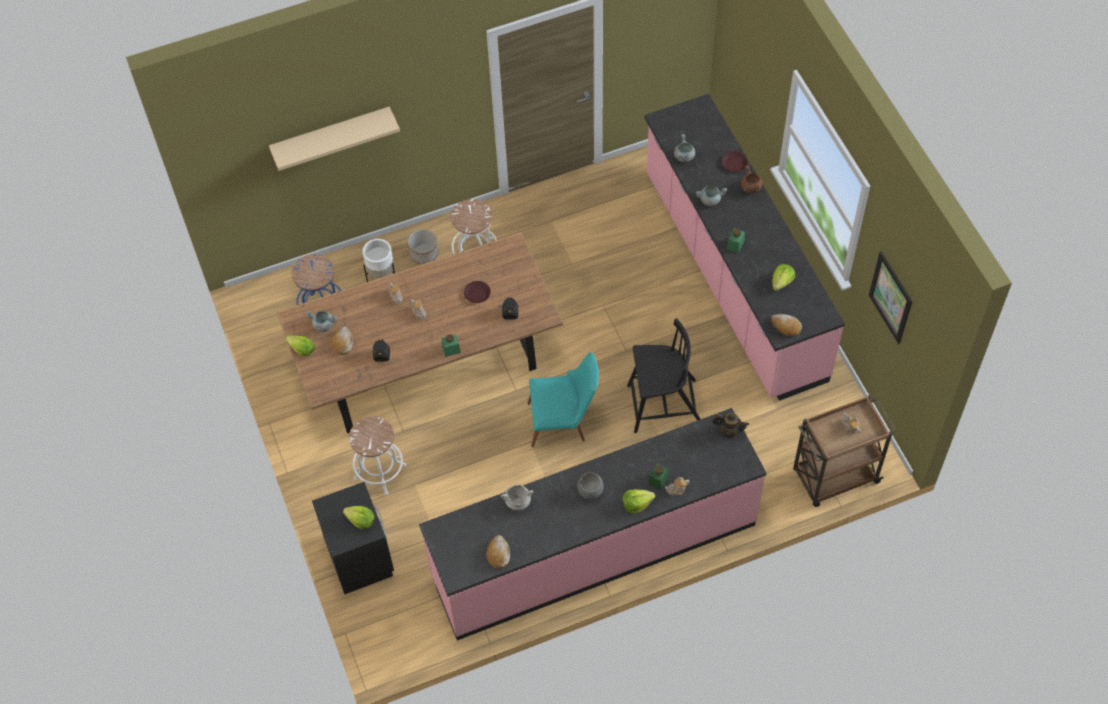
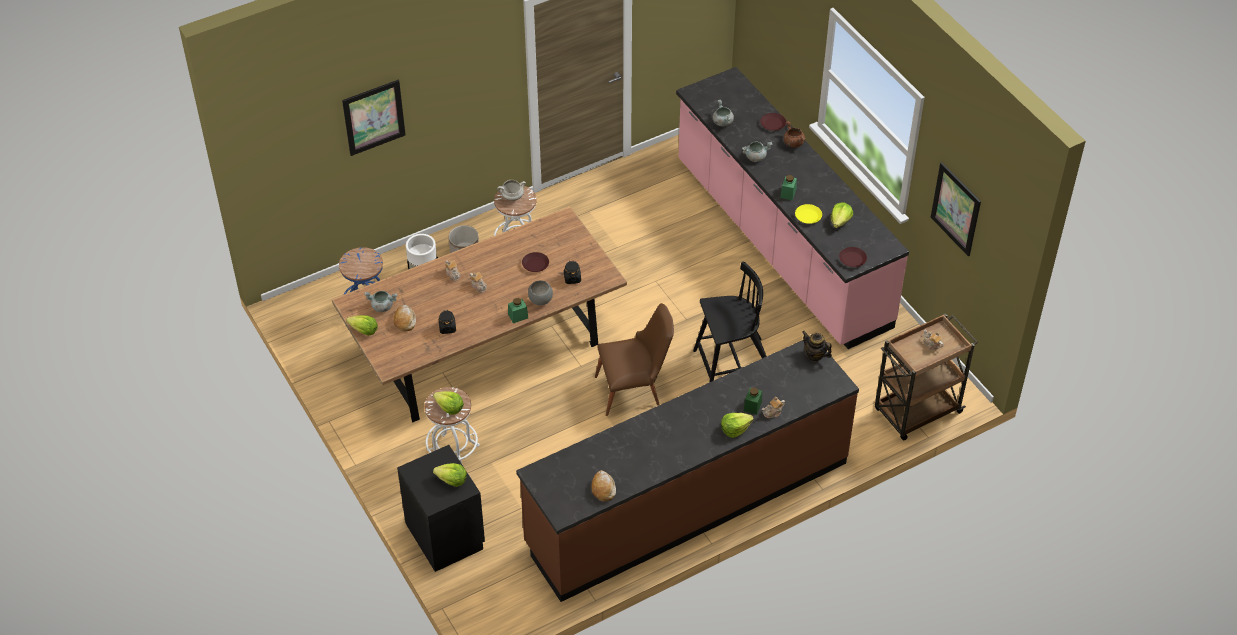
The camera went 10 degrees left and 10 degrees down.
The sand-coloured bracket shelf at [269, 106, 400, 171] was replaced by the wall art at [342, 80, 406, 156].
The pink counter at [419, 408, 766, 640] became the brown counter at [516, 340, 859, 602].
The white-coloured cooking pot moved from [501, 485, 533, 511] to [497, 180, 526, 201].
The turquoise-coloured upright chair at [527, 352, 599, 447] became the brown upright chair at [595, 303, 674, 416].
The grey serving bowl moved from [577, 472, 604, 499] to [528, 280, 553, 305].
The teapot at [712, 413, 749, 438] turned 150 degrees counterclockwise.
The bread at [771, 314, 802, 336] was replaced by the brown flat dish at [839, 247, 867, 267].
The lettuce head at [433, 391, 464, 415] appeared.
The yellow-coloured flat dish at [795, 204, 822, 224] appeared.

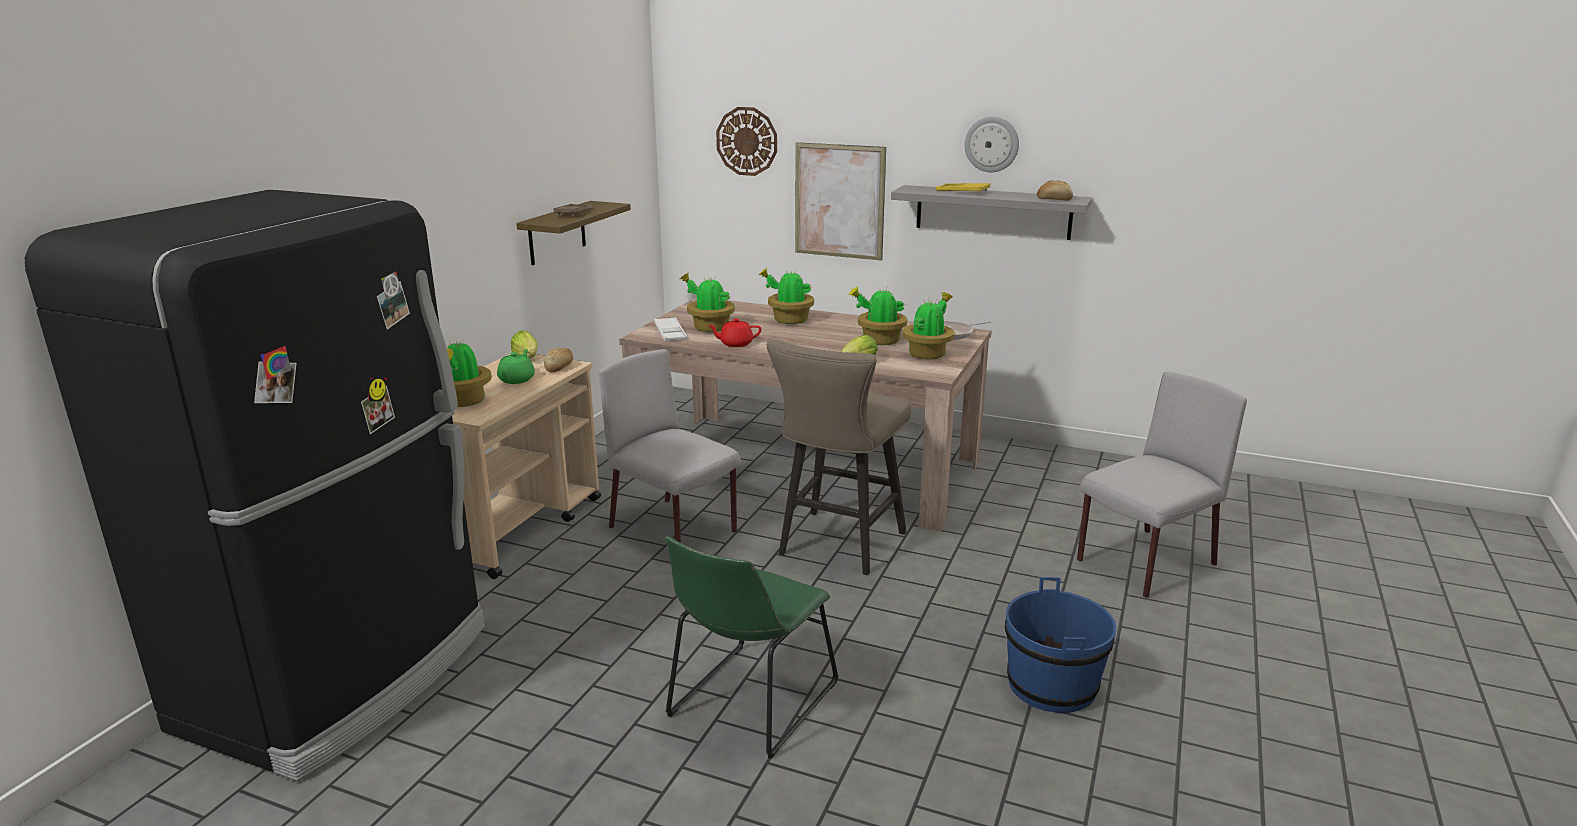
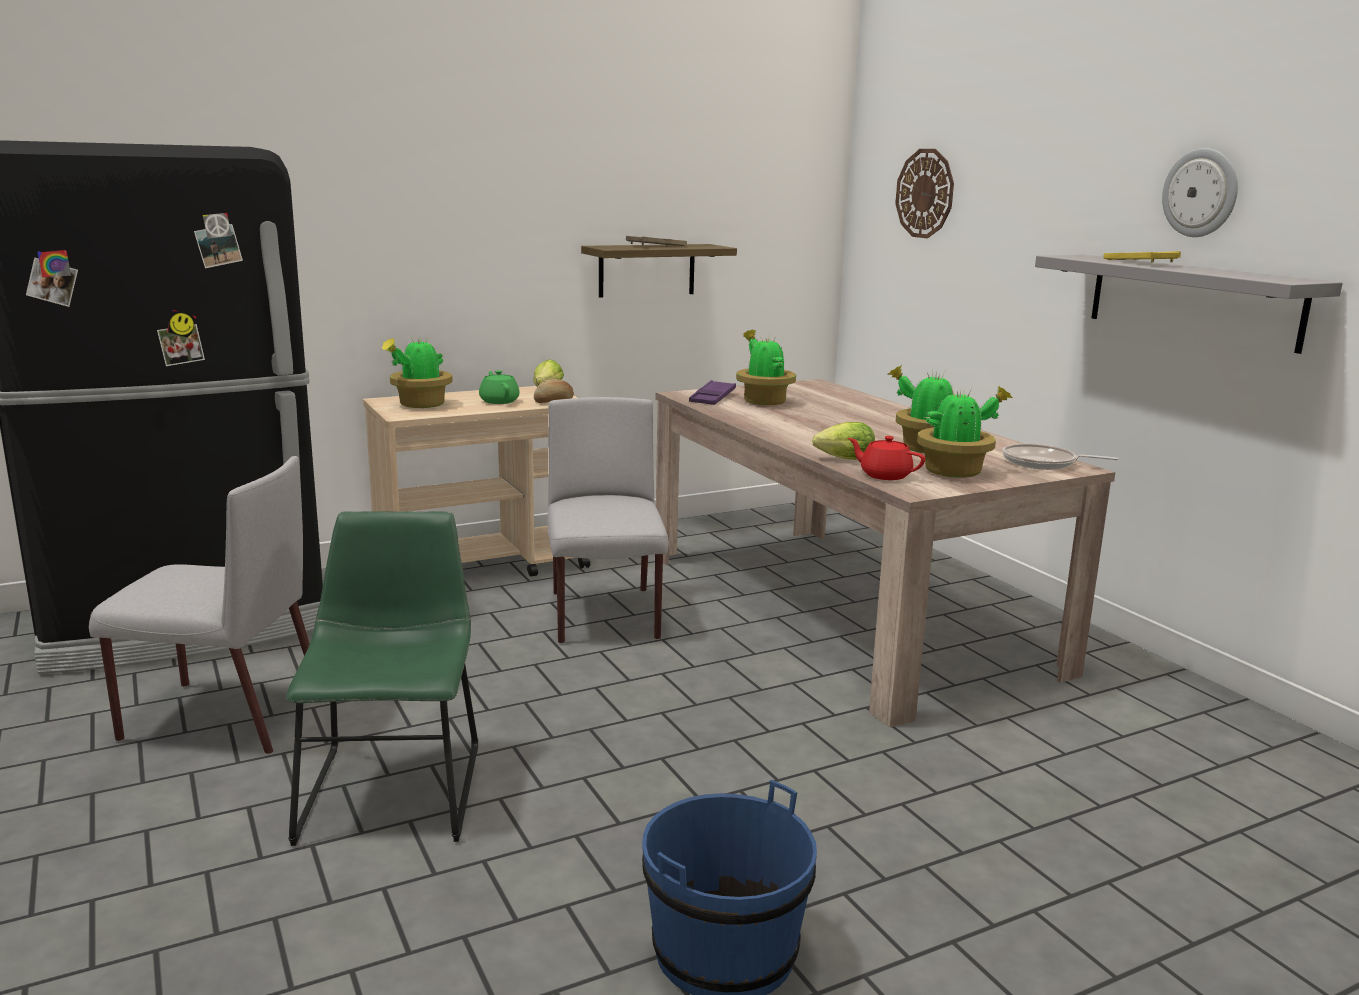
The camera went 40 degrees right and 5 degrees down.
The green-coloured teapot at [497, 349, 535, 384] turned 75 degrees counterclockwise.
The white-coloured carrying tray at [654, 317, 687, 341] became the purple-coloured carrying tray at [689, 380, 736, 405].
The green-coloured upright chair at [665, 536, 839, 759] turned 105 degrees clockwise.
The red-coloured teapot moved from [708, 318, 761, 347] to [848, 436, 925, 480].
The potted plant at [759, 268, 814, 324] disappeared.
The sand-coloured stool at [767, 340, 911, 575] disappeared.
The wall art at [795, 142, 886, 261] disappeared.
The bread at [1037, 181, 1073, 201] disappeared.
The grey upright chair moved from [1077, 371, 1247, 598] to [89, 456, 310, 754].

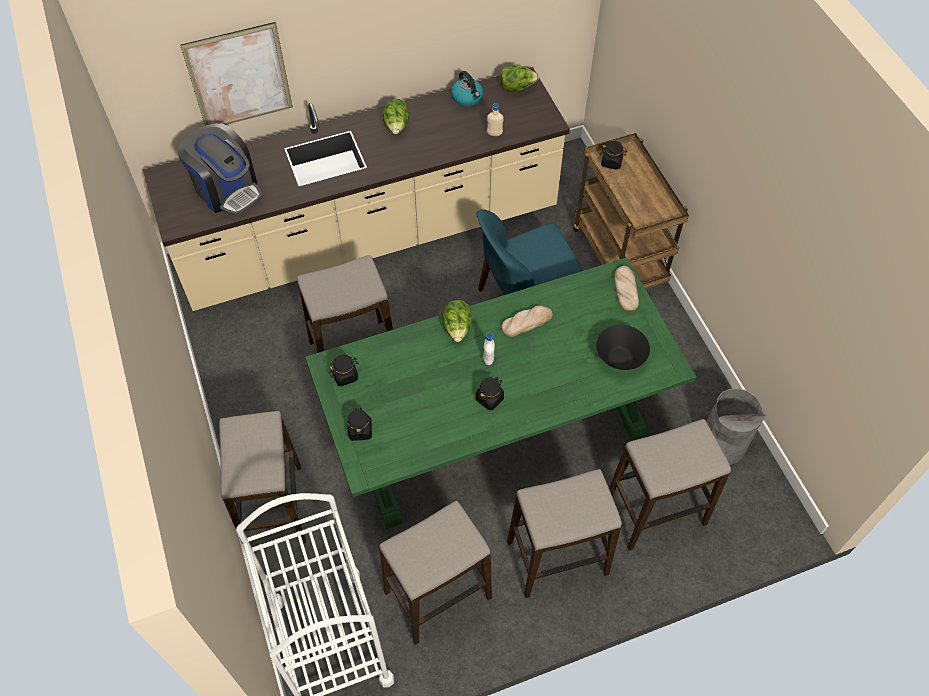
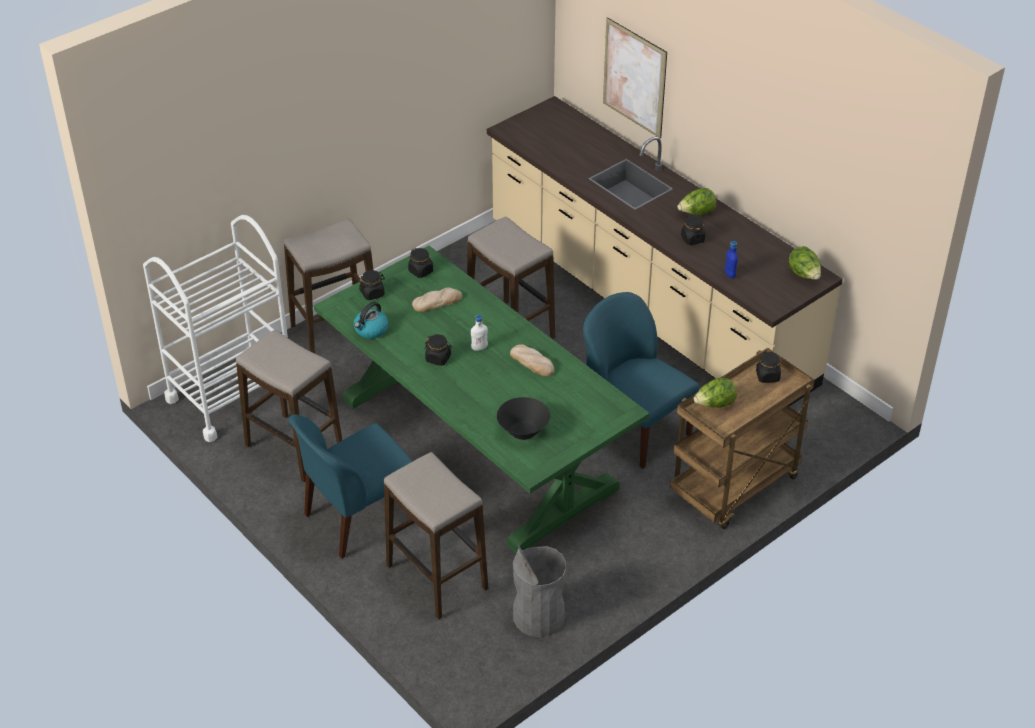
The camera went 70 degrees right and 15 degrees down.
The coffee brewer at [178, 123, 262, 216] disappeared.
The lettuce head moved from [443, 300, 472, 342] to [693, 378, 737, 408].
The tea kettle moved from [451, 71, 483, 106] to [354, 301, 388, 339].
The sand-coloured bottle at [487, 103, 504, 136] became the bluish bottle at [725, 241, 738, 278].
The stool at [507, 469, 622, 598] was replaced by the bluish upright chair at [288, 414, 413, 559].
The bread moved from [615, 266, 639, 311] to [412, 287, 462, 312].
The black-coloured storage jar at [681, 215, 706, 245] appeared.

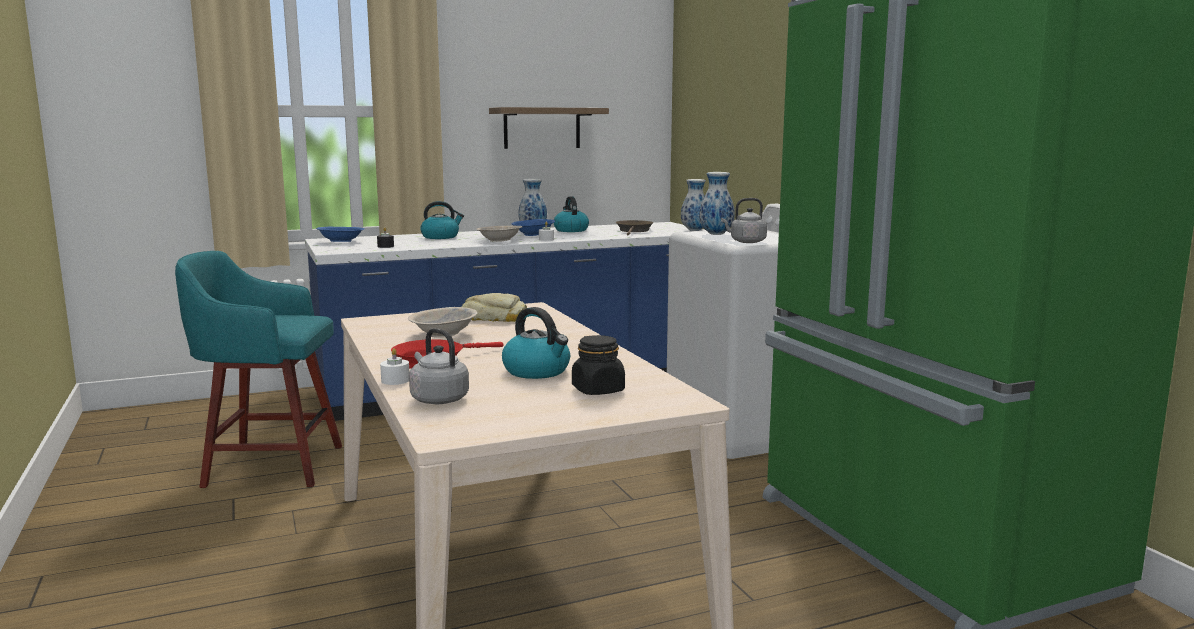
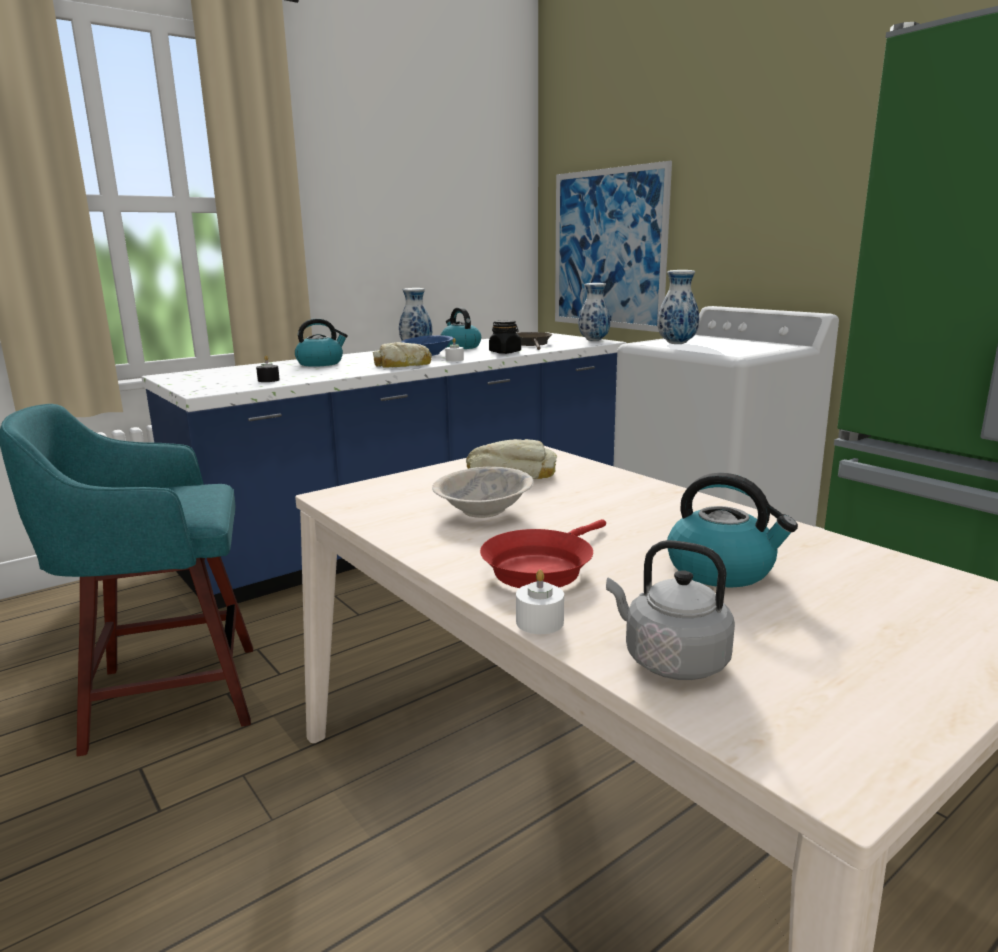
The camera went 15 degrees left and 5 degrees up.
The bluish serving bowl at [316, 227, 364, 242] disappeared.
The sand-coloured serving bowl at [476, 226, 523, 242] was replaced by the bread at [373, 342, 432, 368].
The bracket shelf at [489, 107, 609, 149] disappeared.
The black-coloured storage jar moved from [572, 335, 625, 395] to [489, 320, 521, 354].
The grey tea kettle at [721, 198, 767, 243] disappeared.
The wall art at [555, 161, 672, 332] appeared.

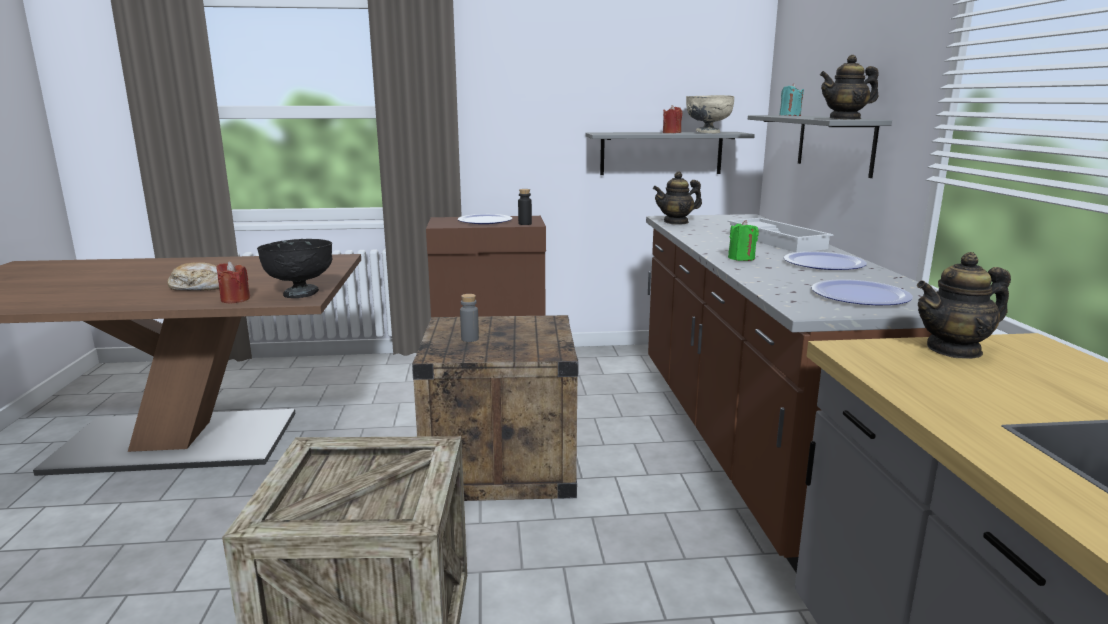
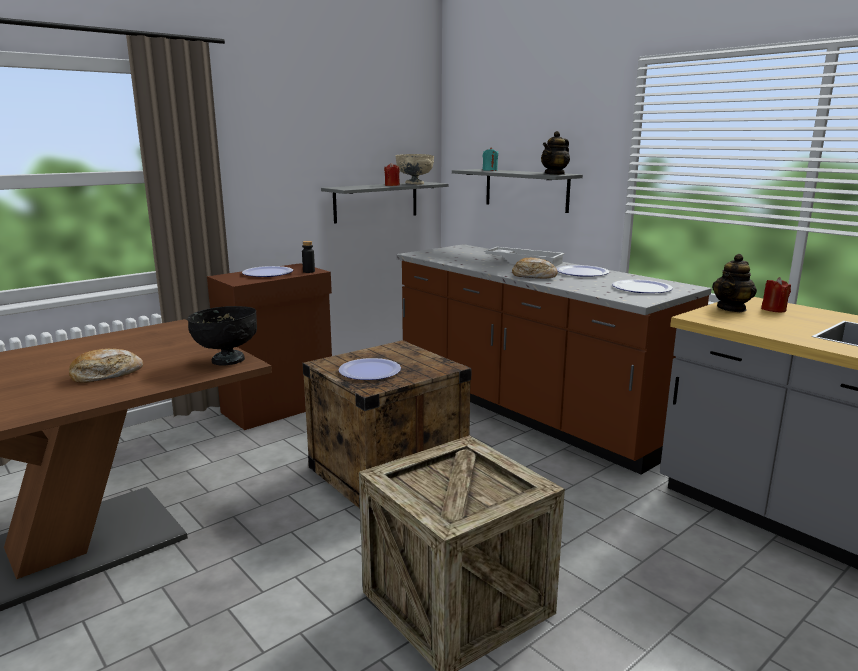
The camera went 35 degrees left and 0 degrees up.
The red-coloured candle moved from [216, 261, 250, 303] to [761, 277, 791, 312].
The grey bottle at [460, 294, 479, 342] was replaced by the flat dish at [338, 358, 401, 380].
The teapot at [653, 172, 702, 225] disappeared.
The green-coloured candle at [728, 220, 759, 261] was replaced by the bread at [512, 258, 557, 279].

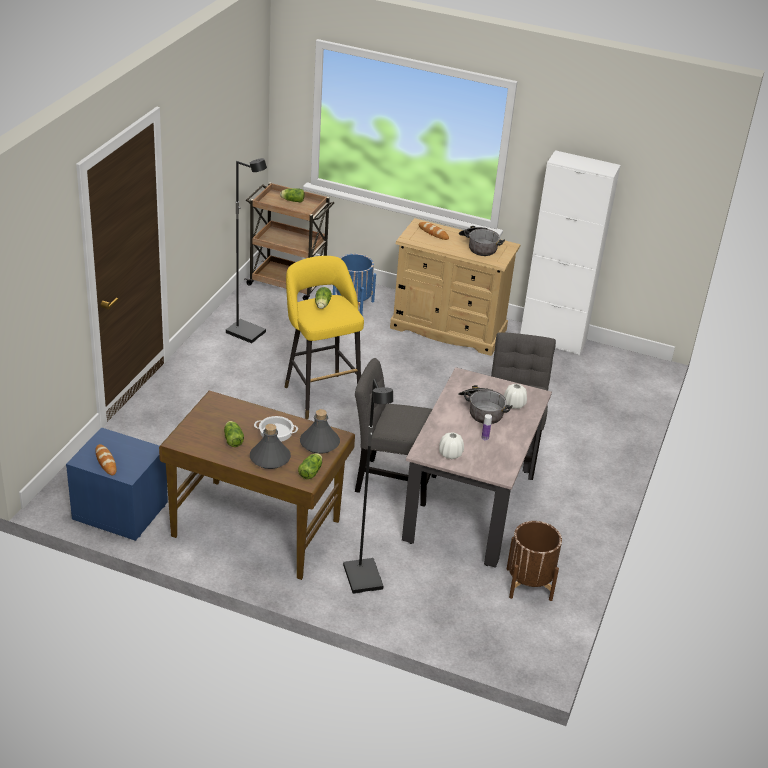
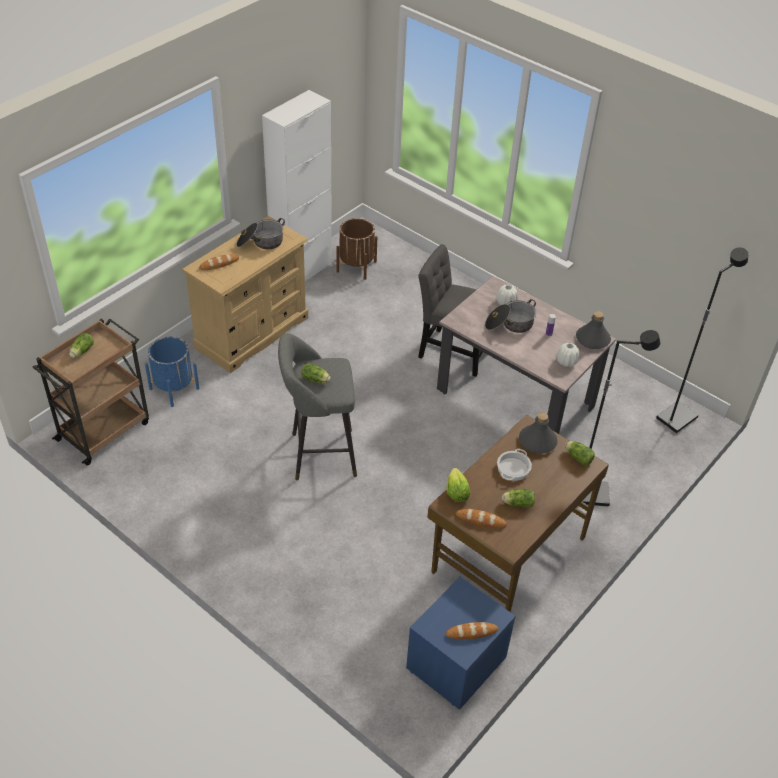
The camera went 70 degrees left and 10 degrees up.
The black-coloured floor lamp moved from [226, 158, 267, 343] to [656, 247, 748, 433].
The grey bottle moved from [250, 424, 291, 469] to [576, 311, 611, 349].
The yellow-coloured stool at [285, 256, 364, 419] became the grey stool at [278, 333, 357, 480].
The grey upright chair at [355, 358, 437, 507] disappeared.
The brown planter moved from [507, 521, 562, 601] to [336, 218, 377, 280].
The lettuce head at [446, 468, 470, 502] appeared.
The bread at [456, 509, 507, 528] appeared.

